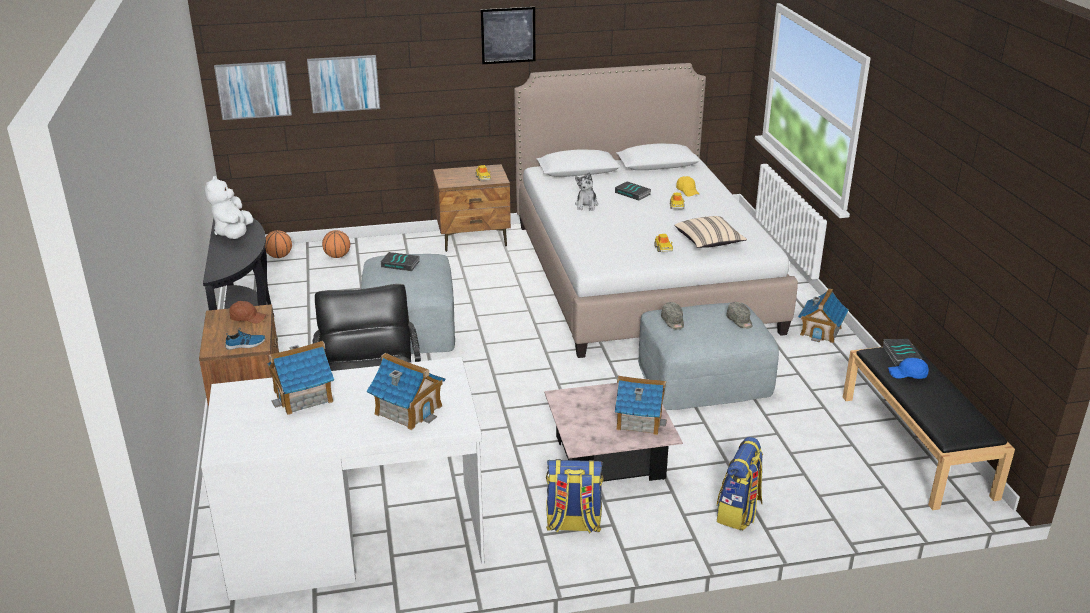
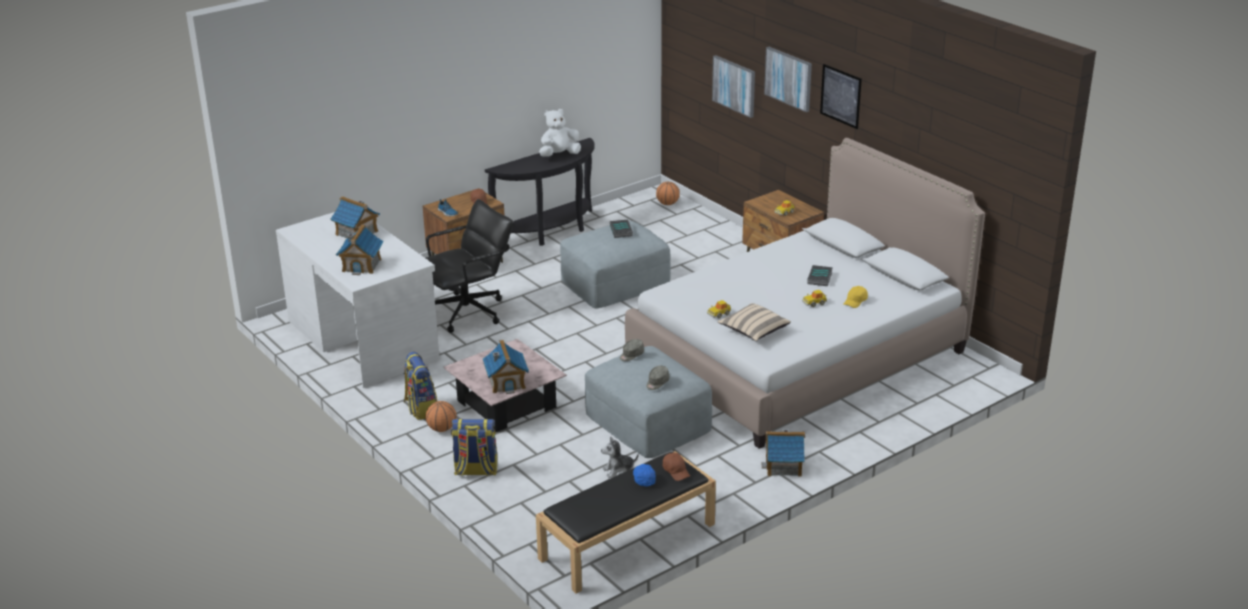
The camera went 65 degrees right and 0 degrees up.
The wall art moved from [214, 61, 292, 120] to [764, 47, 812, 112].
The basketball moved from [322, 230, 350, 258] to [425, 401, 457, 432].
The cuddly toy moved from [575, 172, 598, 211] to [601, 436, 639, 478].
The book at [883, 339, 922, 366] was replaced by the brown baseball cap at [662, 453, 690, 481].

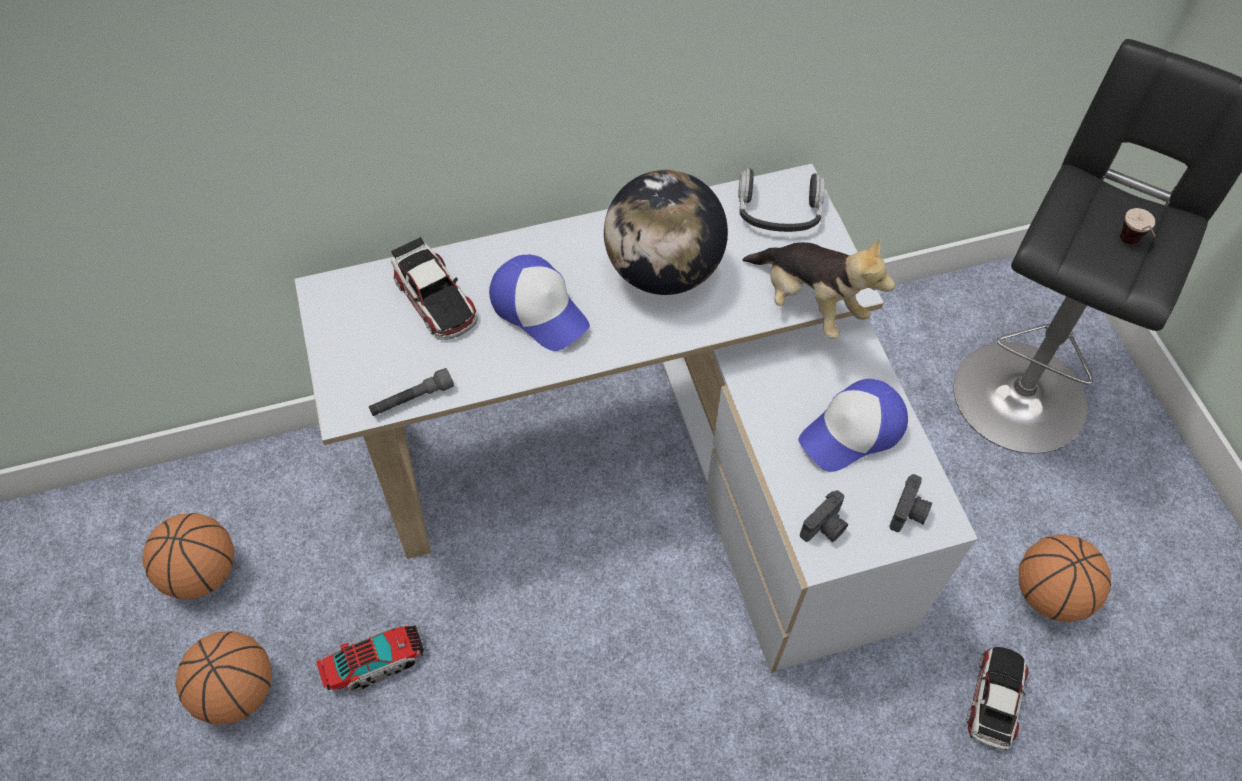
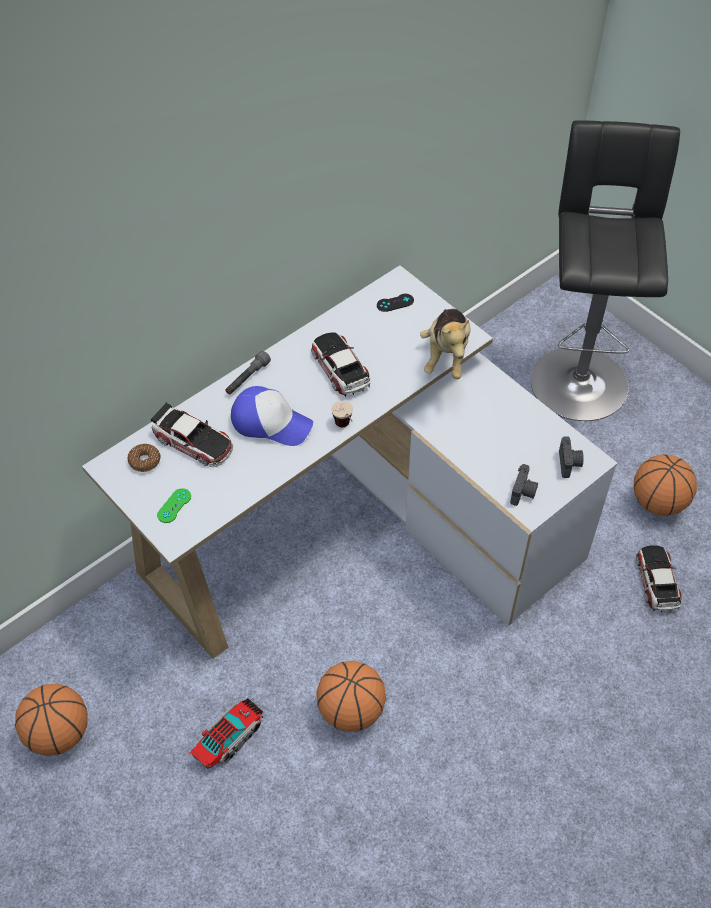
The camera went 25 degrees left and 5 degrees down.
The basketball moved from [175, 631, 272, 725] to [316, 661, 386, 732].
The grey hand torch moved from [369, 368, 454, 416] to [225, 351, 271, 395].
The globe at [604, 170, 728, 295] was replaced by the model car at [311, 332, 371, 397].
The headphones at [738, 168, 825, 232] was replaced by the black-coloured game controller at [377, 294, 414, 312].
The cuddly toy at [742, 238, 895, 339] turned 75 degrees clockwise.
The baseball cap at [798, 379, 908, 472] disappeared.
The drinking cup moved from [1120, 208, 1156, 244] to [331, 401, 353, 427].
The doughnut at [128, 444, 161, 472] appeared.
The green-coloured game controller at [157, 488, 191, 523] appeared.

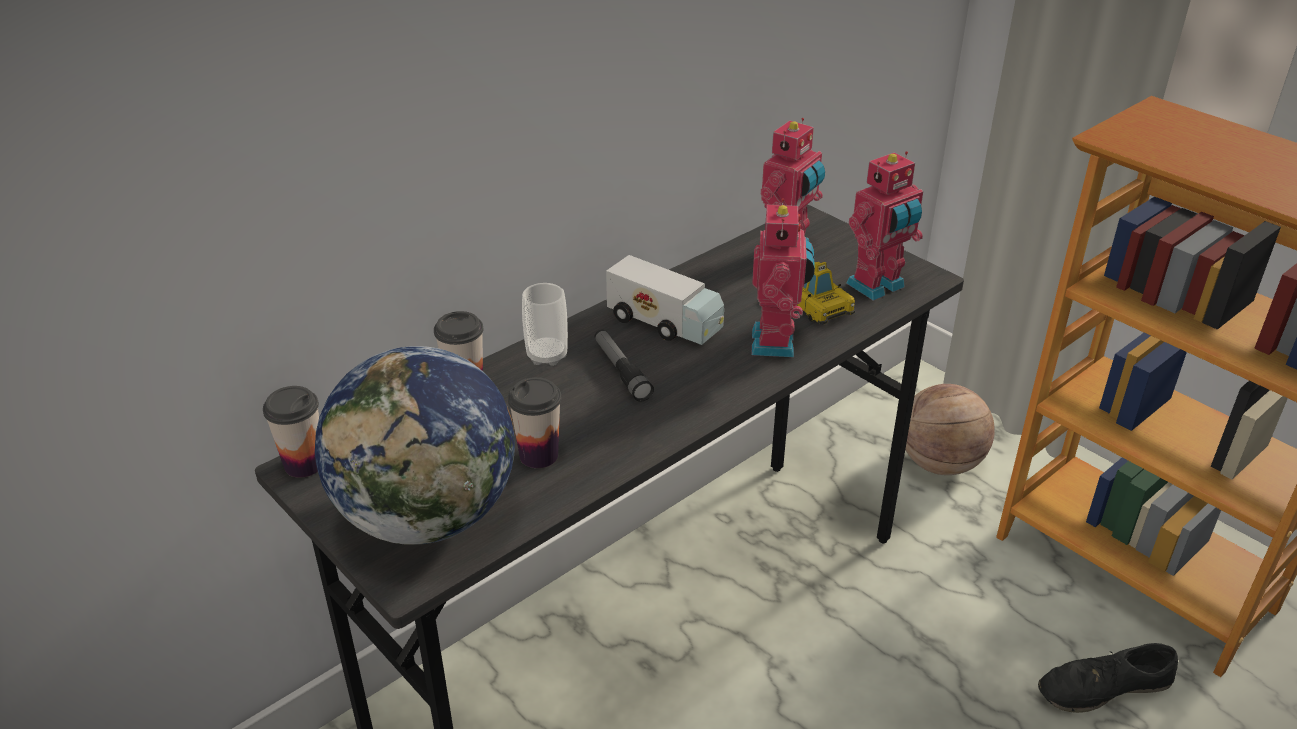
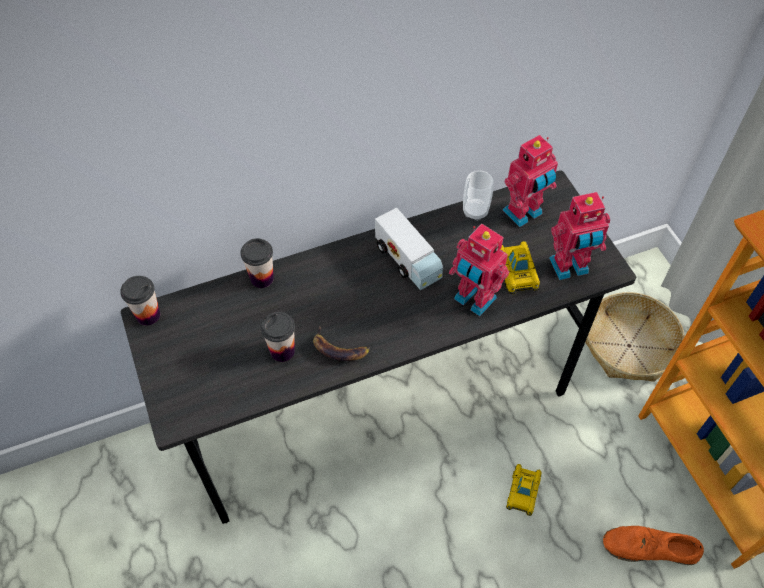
The camera went 20 degrees right and 20 degrees up.
The globe at [315, 346, 515, 545] disappeared.
The drinking cup moved from [522, 283, 568, 366] to [463, 171, 494, 221].
The hand torch at [594, 329, 654, 402] disappeared.
The model robot at [752, 198, 815, 357] turned 105 degrees clockwise.
The basketball at [905, 384, 995, 475] was replaced by the household basket at [585, 292, 685, 382].
The black-coloured low shoe at [1038, 643, 1178, 713] became the orange low shoe at [603, 526, 704, 565].
The banana fruit at [313, 326, 370, 361] appeared.
The model car at [506, 464, 542, 516] appeared.

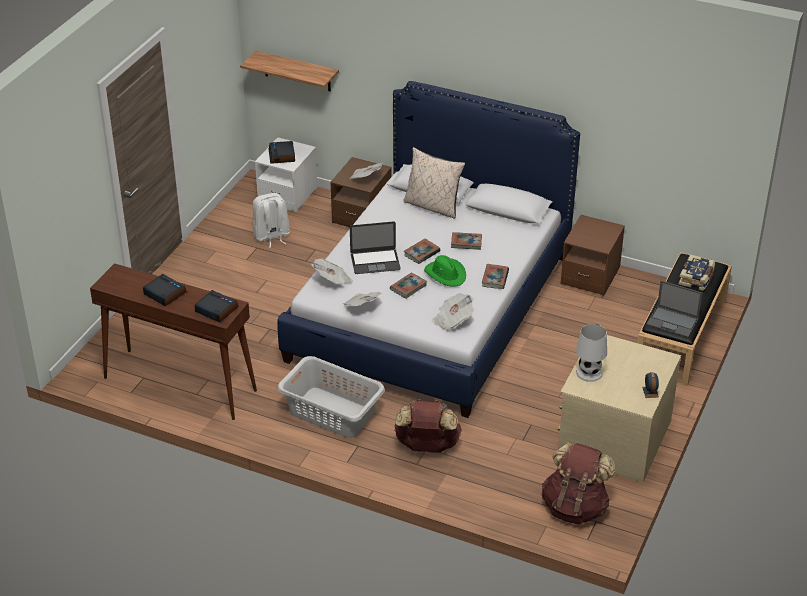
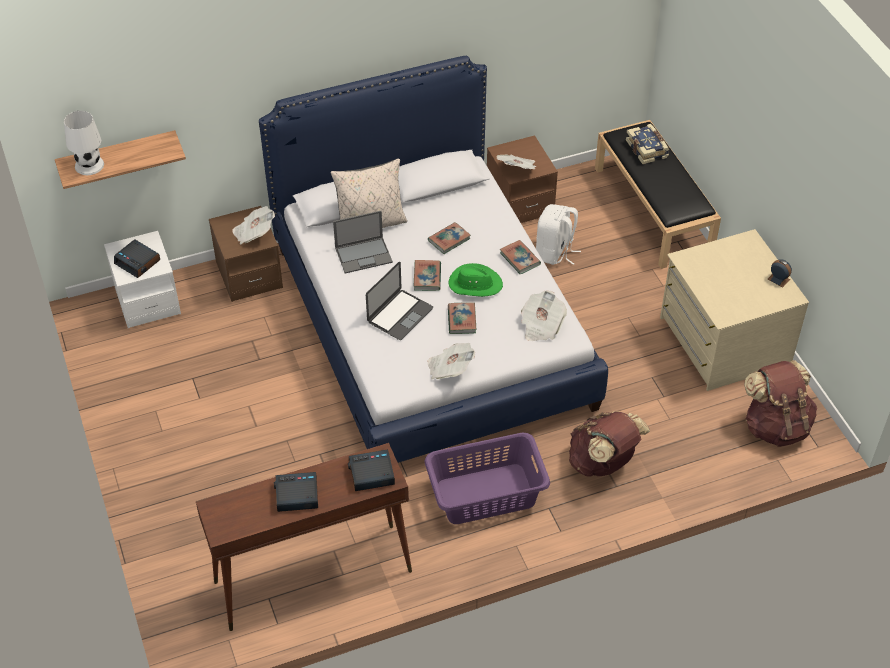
The camera went 45 degrees left and 10 degrees up.
The white-coloured knapsack moved from [253, 193, 290, 248] to [536, 204, 581, 265].
The grey hamper at [278, 356, 385, 438] became the purple-coloured hamper at [425, 433, 550, 524].
The daily paper moved from [311, 259, 353, 284] to [496, 154, 536, 169].
The white-coloured lamp for a table moved from [576, 324, 607, 382] to [64, 111, 104, 175].
The laptop moved from [646, 281, 703, 338] to [333, 211, 393, 274].

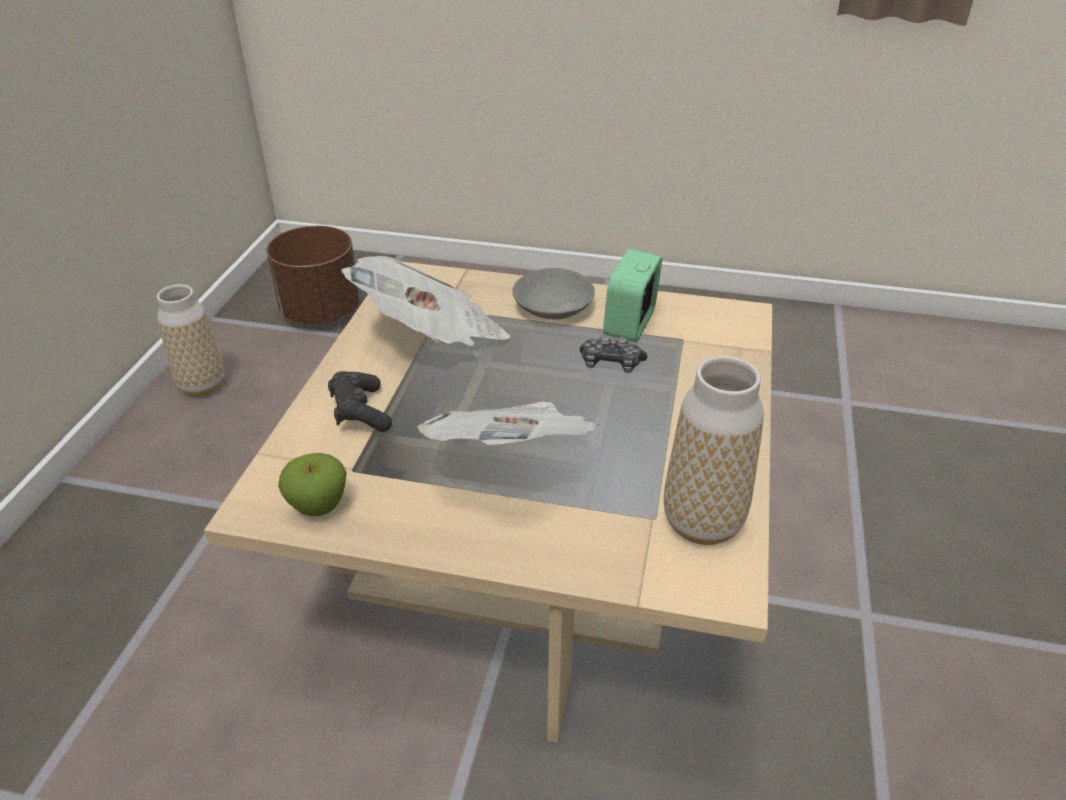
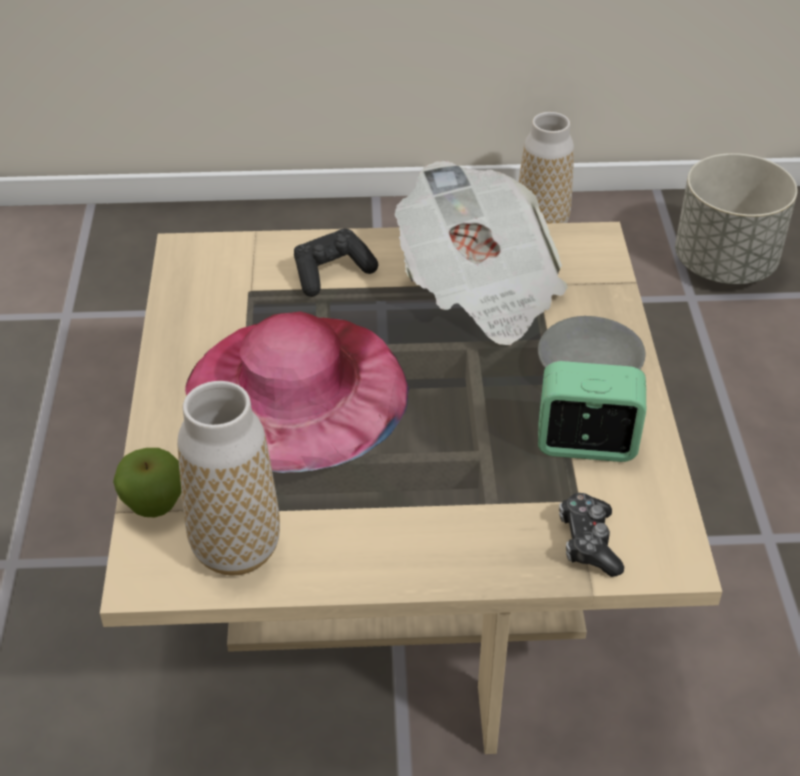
The camera went 75 degrees right and 5 degrees up.
The brown planter at [266, 226, 360, 324] became the grey planter at [675, 153, 798, 284].
The whole apple moved from [278, 453, 347, 516] to [113, 448, 182, 517].
The daily paper at [417, 402, 600, 445] was replaced by the pink hat at [185, 312, 409, 473].
The game controller moved from [580, 335, 647, 373] to [559, 493, 624, 577].

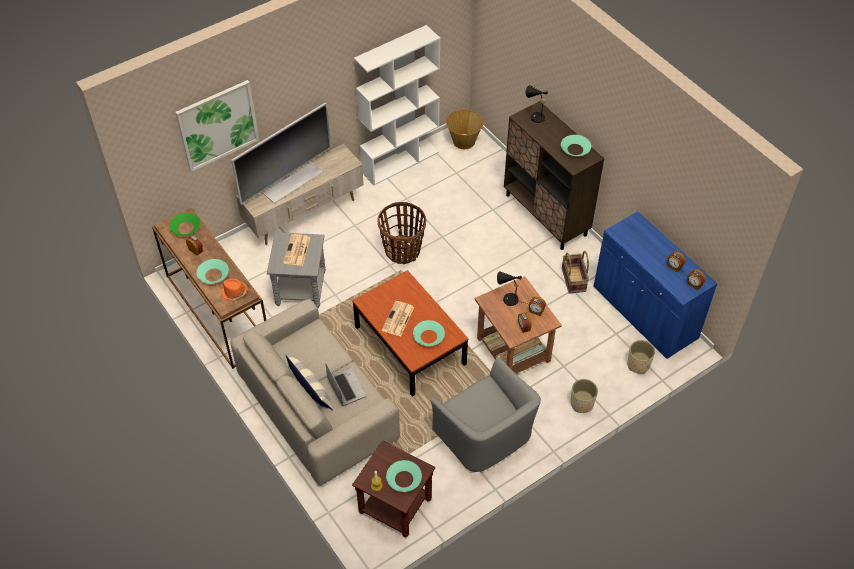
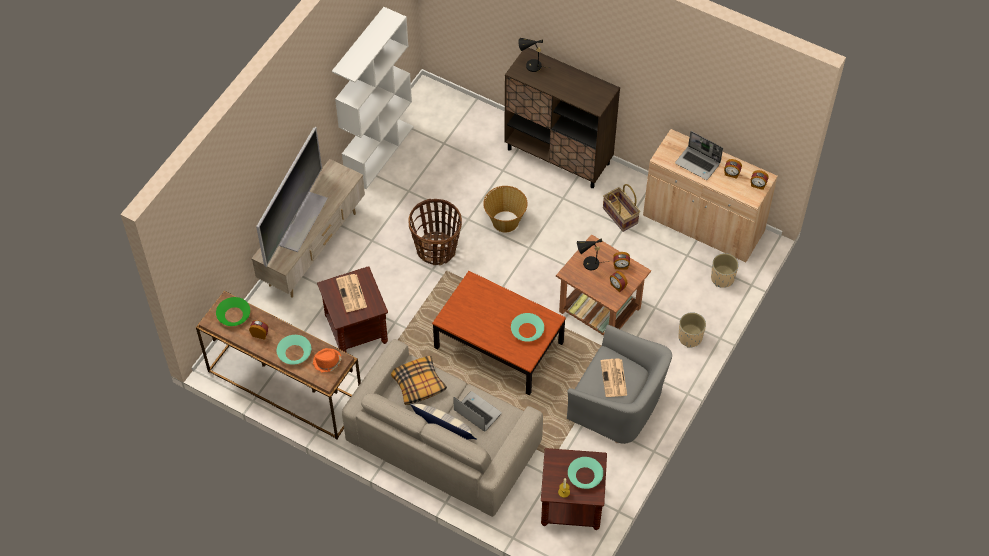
The camera went 25 degrees left and 5 degrees up.
The wall art at [175, 80, 259, 172] disappeared.
The grey end table at [267, 232, 326, 308] became the brown end table at [317, 266, 388, 353].
The daily paper moved from [382, 301, 414, 336] to [600, 359, 627, 397].
The household basket moved from [446, 109, 483, 149] to [483, 186, 528, 233].
The turquoise-coloured serving bowl at [561, 135, 591, 156] disappeared.
The bluish cabinet at [594, 211, 718, 359] became the sand-coloured cabinet at [643, 129, 778, 262].
The pillow at [391, 356, 447, 405] appeared.
The laptop at [675, 131, 723, 180] appeared.

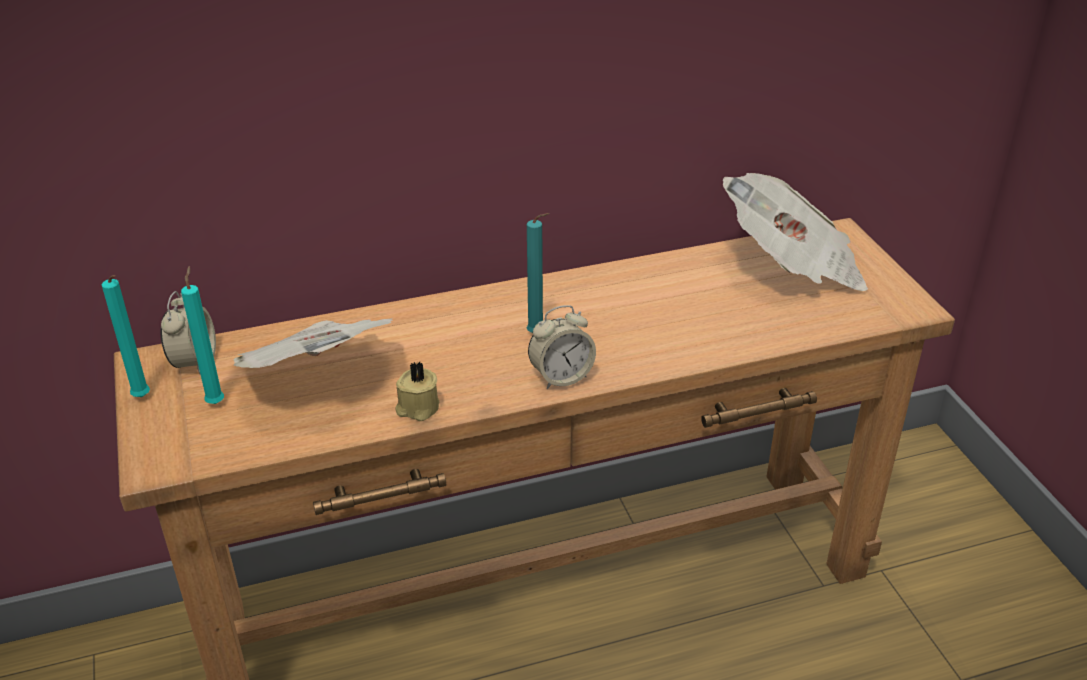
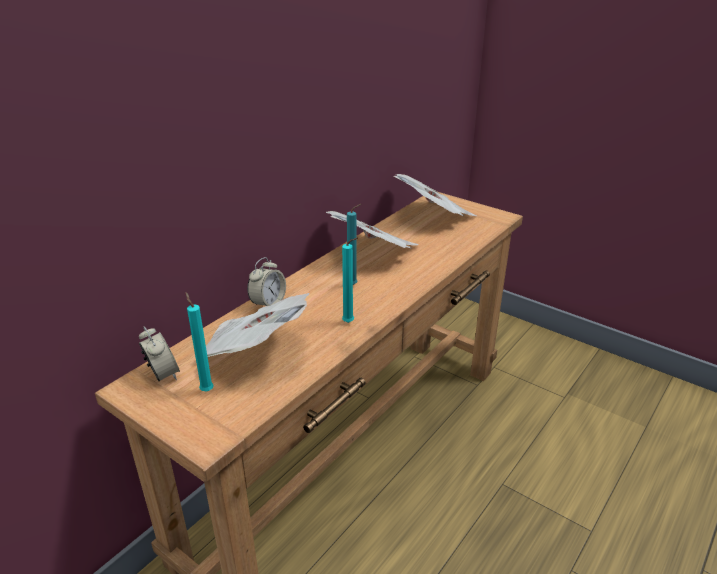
The camera went 35 degrees left and 5 degrees down.
The turquoise-coloured candle moved from [101, 275, 150, 397] to [342, 237, 358, 323].
The sand-coloured candle at [395, 362, 439, 421] disappeared.
The table clock moved from [528, 305, 596, 389] to [247, 257, 286, 306].
The daily paper at [326, 211, 419, 249] appeared.

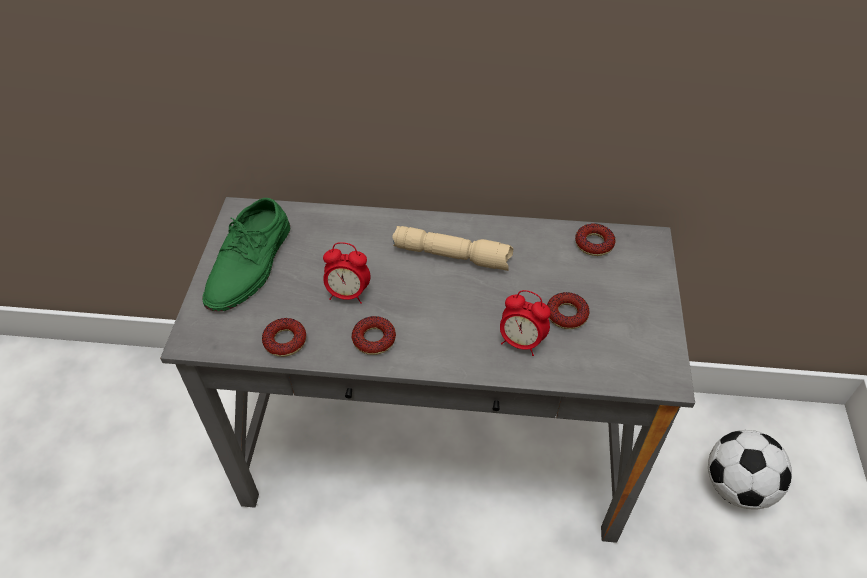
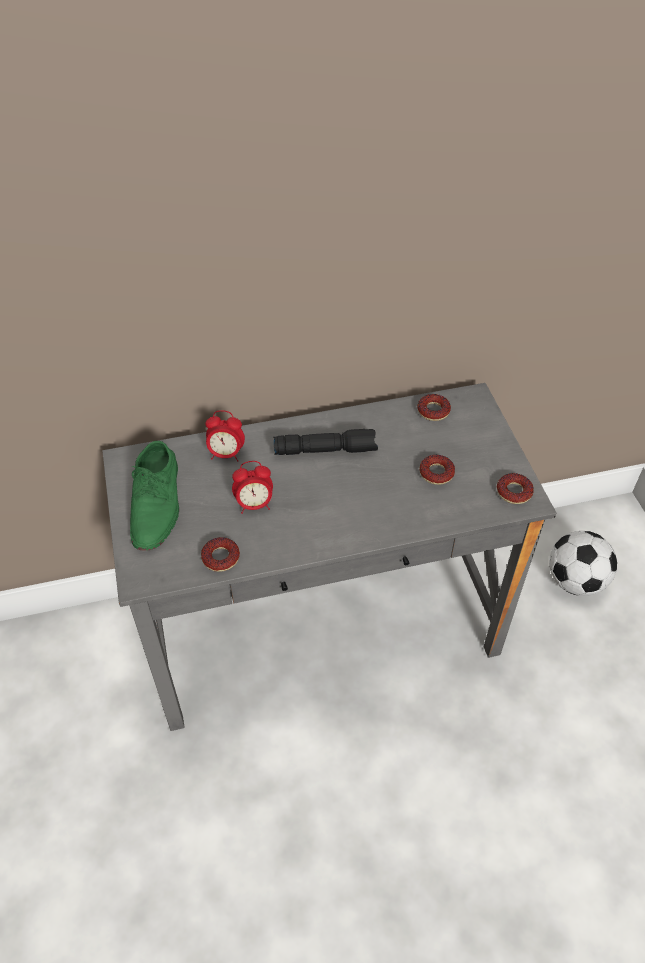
The camera went 20 degrees left and 0 degrees up.
The doughnut moved from [352, 316, 396, 355] to [497, 473, 534, 504].
The sand-coloured hand torch at [393, 226, 513, 271] became the black-coloured hand torch at [273, 429, 378, 455].
The table clock moved from [500, 290, 551, 356] to [205, 410, 245, 462].

